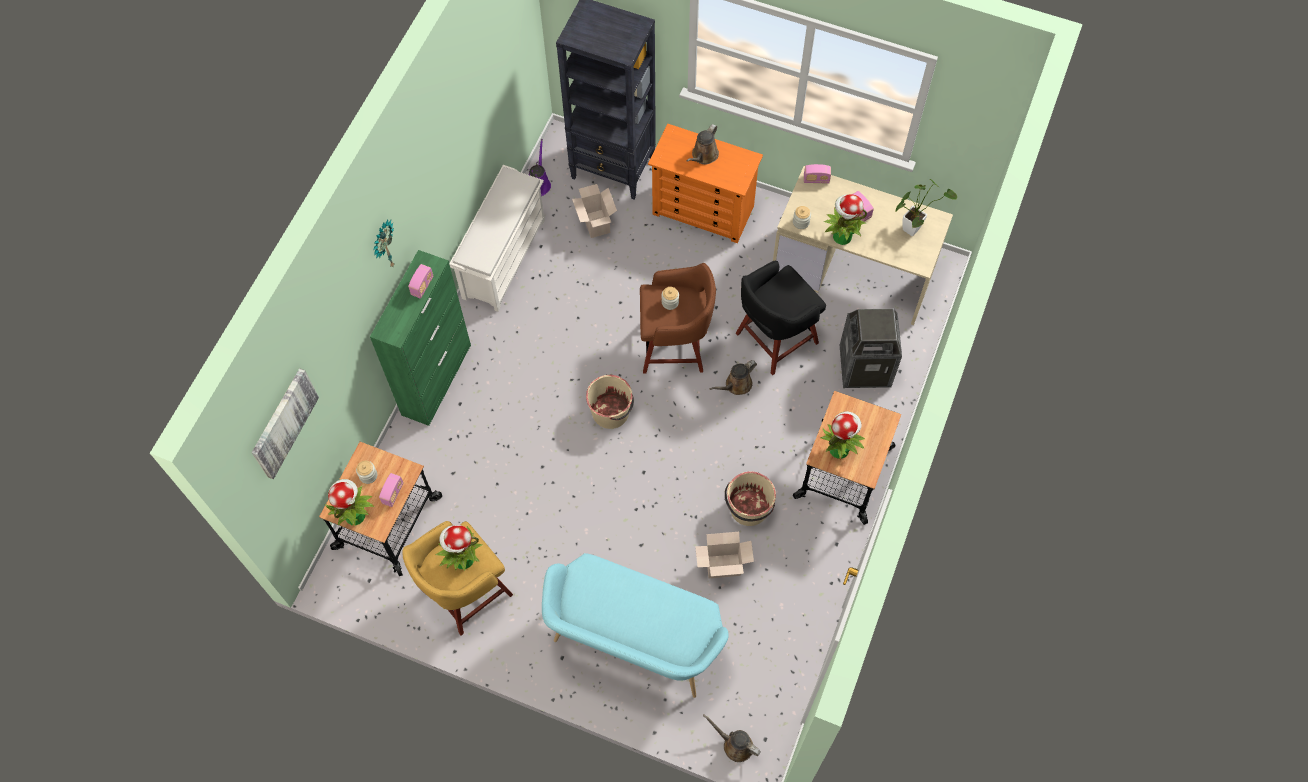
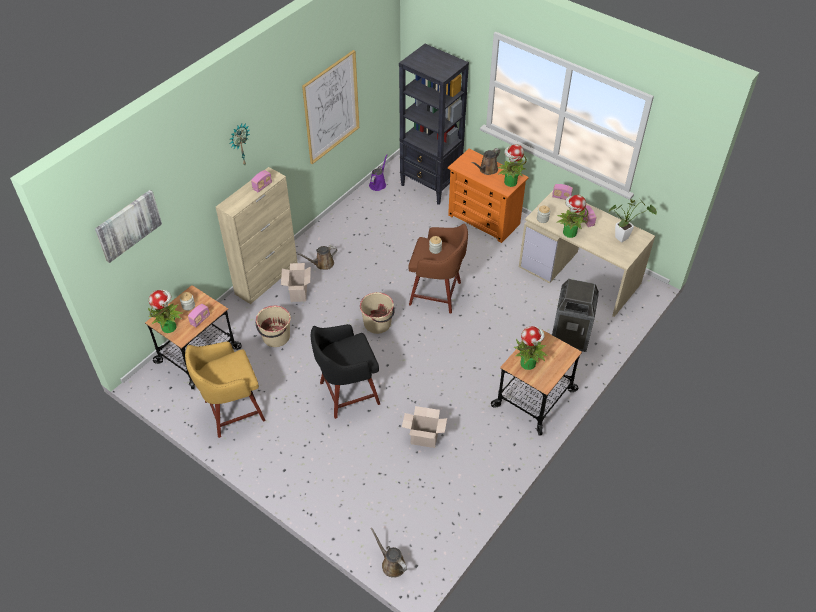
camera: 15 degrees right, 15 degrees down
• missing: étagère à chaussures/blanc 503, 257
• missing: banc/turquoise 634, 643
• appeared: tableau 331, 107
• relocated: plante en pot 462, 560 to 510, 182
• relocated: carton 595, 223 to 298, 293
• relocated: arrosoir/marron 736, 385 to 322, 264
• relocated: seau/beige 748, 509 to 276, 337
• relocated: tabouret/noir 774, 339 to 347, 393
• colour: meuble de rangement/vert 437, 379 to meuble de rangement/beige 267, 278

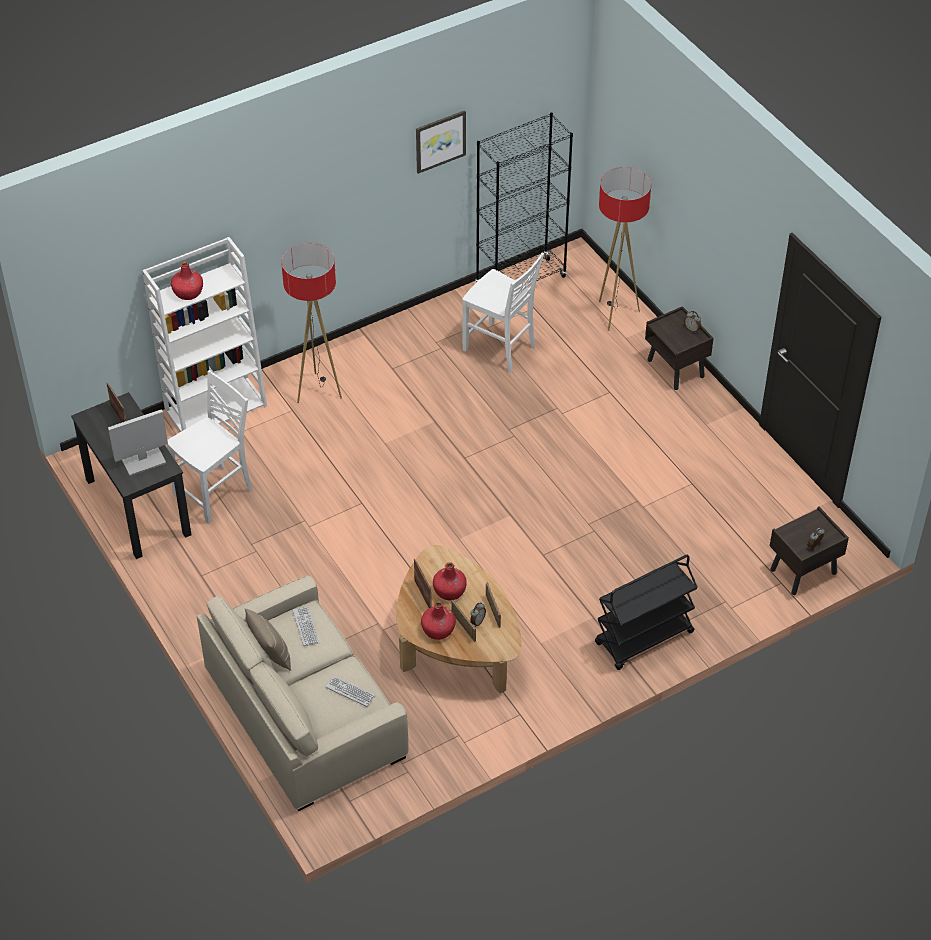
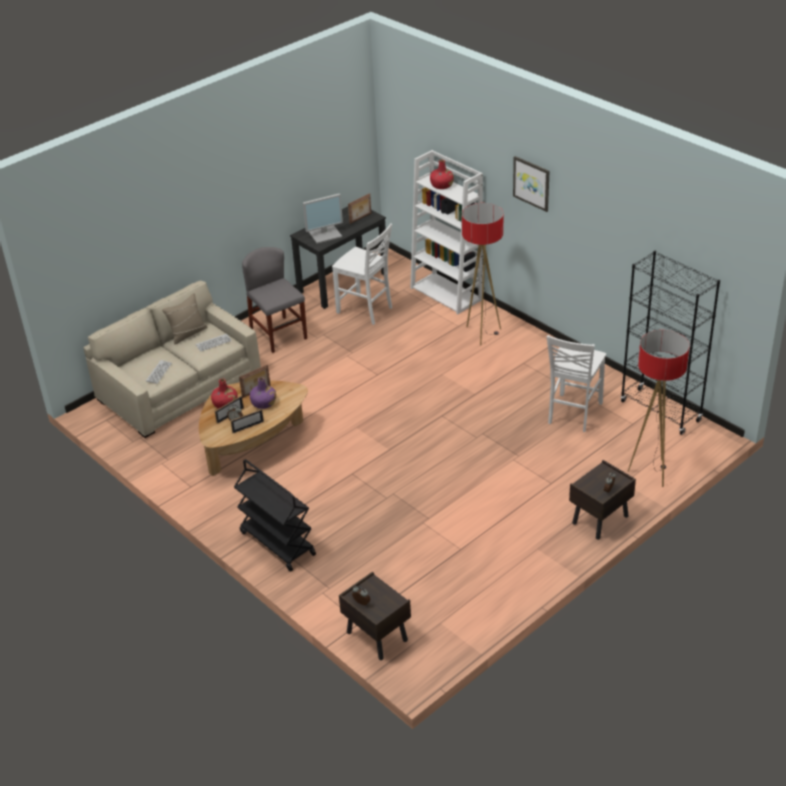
camera: 80 degrees right, 10 degrees down
• appeared: chaise/gris 278, 335
• relocated: tableau 440, 141 to 531, 183
• colour: bouteille/rouge 450, 590 to bouteille/violet 263, 403
• spun: écran d'ordinateur 141, 459 = 325, 234 105 degrees clockwise

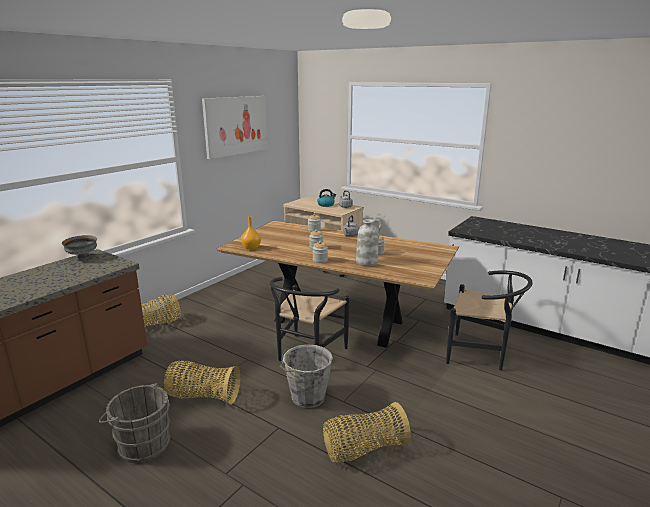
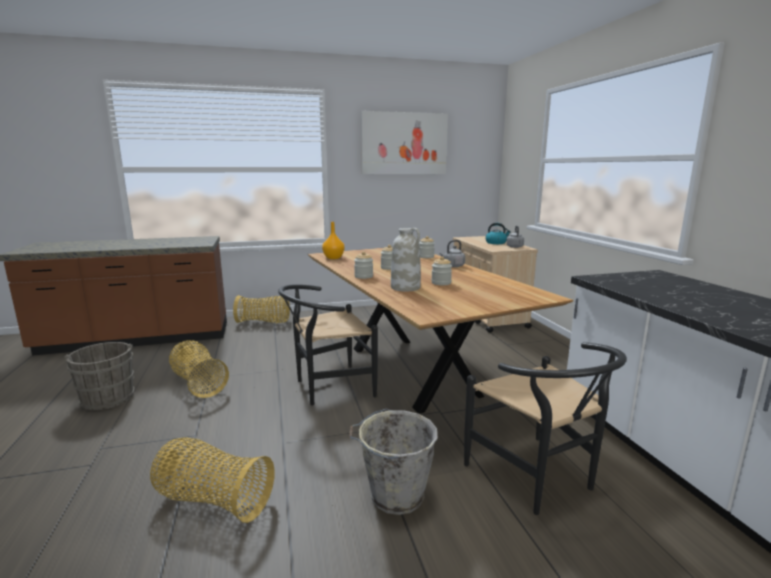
camera: 40 degrees right, 5 degrees down
• missing: bol/gris 83, 257
• relocated: seau/gris 307, 398 to 394, 495

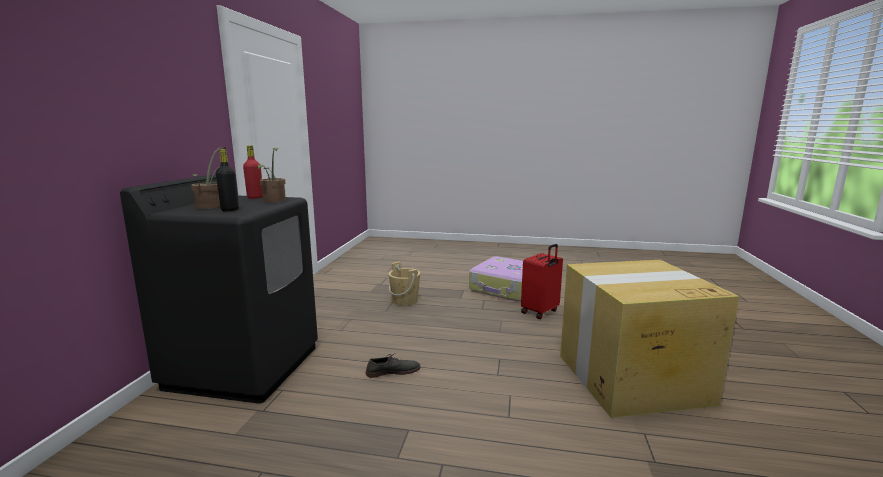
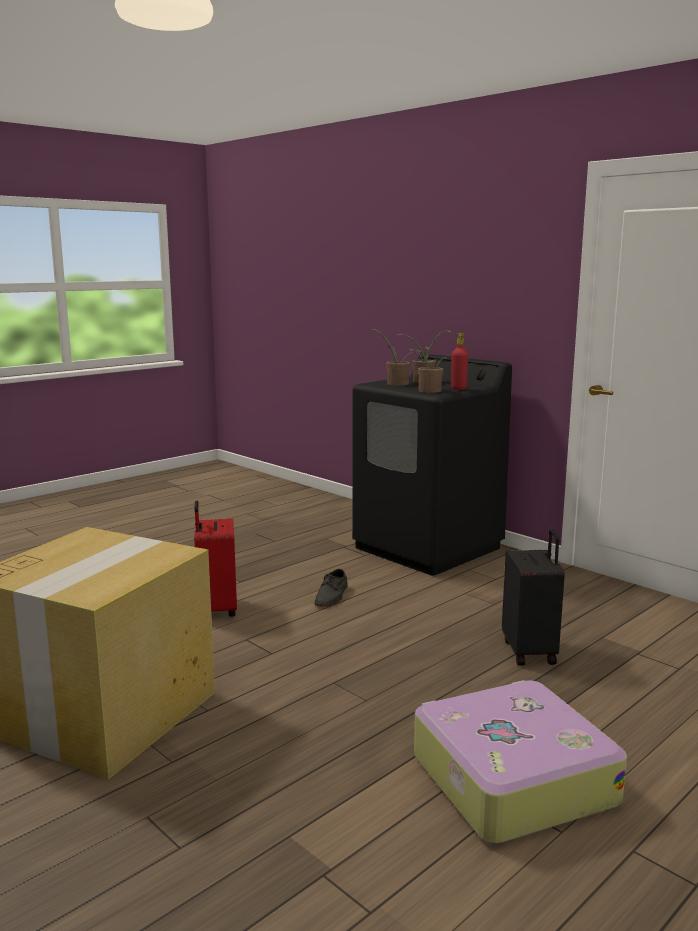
camera: 125 degrees right, 0 degrees up
• relocated: valise/rouge 540, 312 to 216, 609
• exchanged: bouteille/noir 230, 210 to plante en pot 394, 383
• exchanged: seau/beige 405, 301 to valise/noir 530, 652

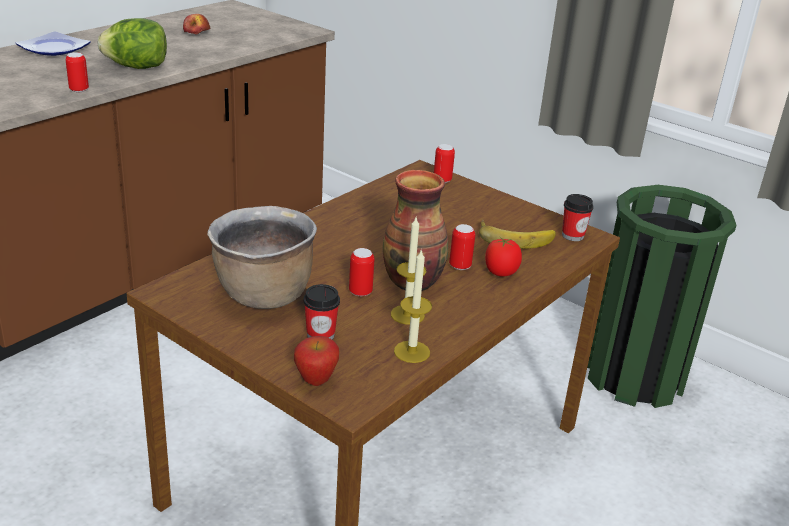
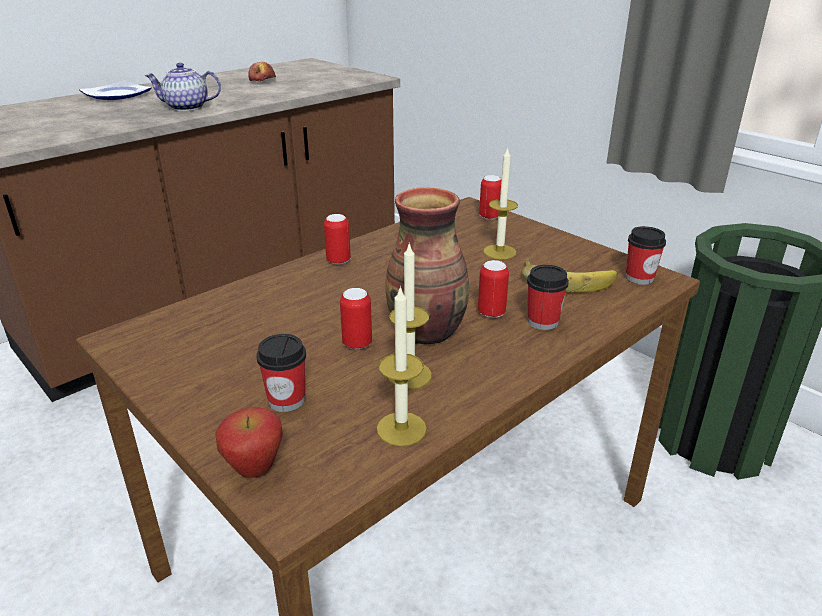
camera: 10 degrees right, 0 degrees up
• missing: marmite/marron 263, 295
• appeared: bougie 499, 252
• relocated: boîte métallique 79, 90 to 338, 261
• exchanged: laitue 137, 67 to théière 186, 108
• exchanged: tomate 501, 272 to tasse 543, 322

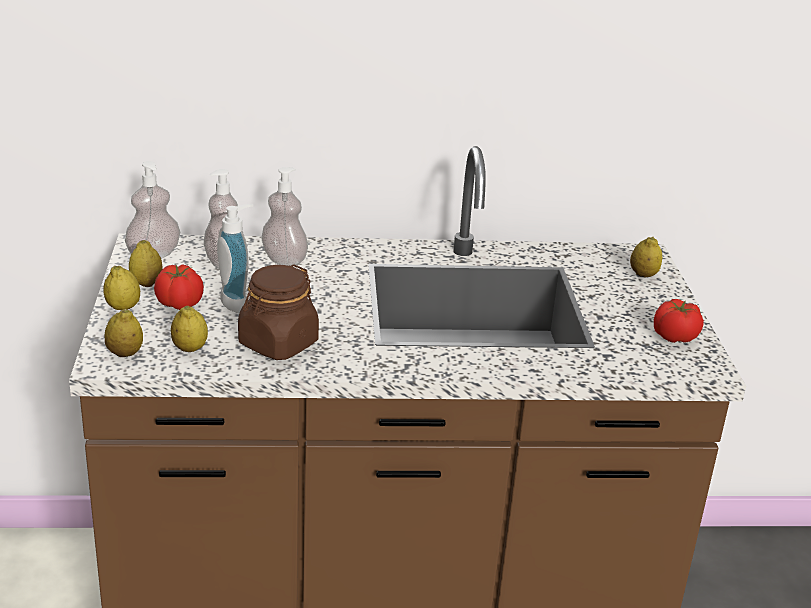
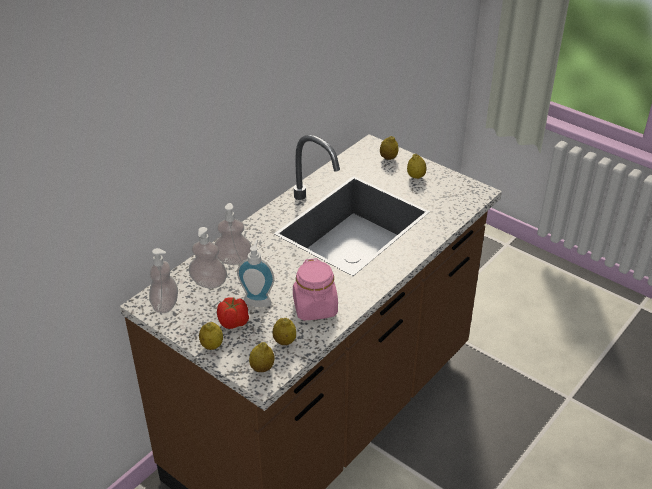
camera: 45 degrees left, 10 degrees up
• missing: tomate 674, 337
• relocated: citron 146, 283 to 416, 176
• colour: bocal/marron 278, 344 to bocal/rose 315, 307

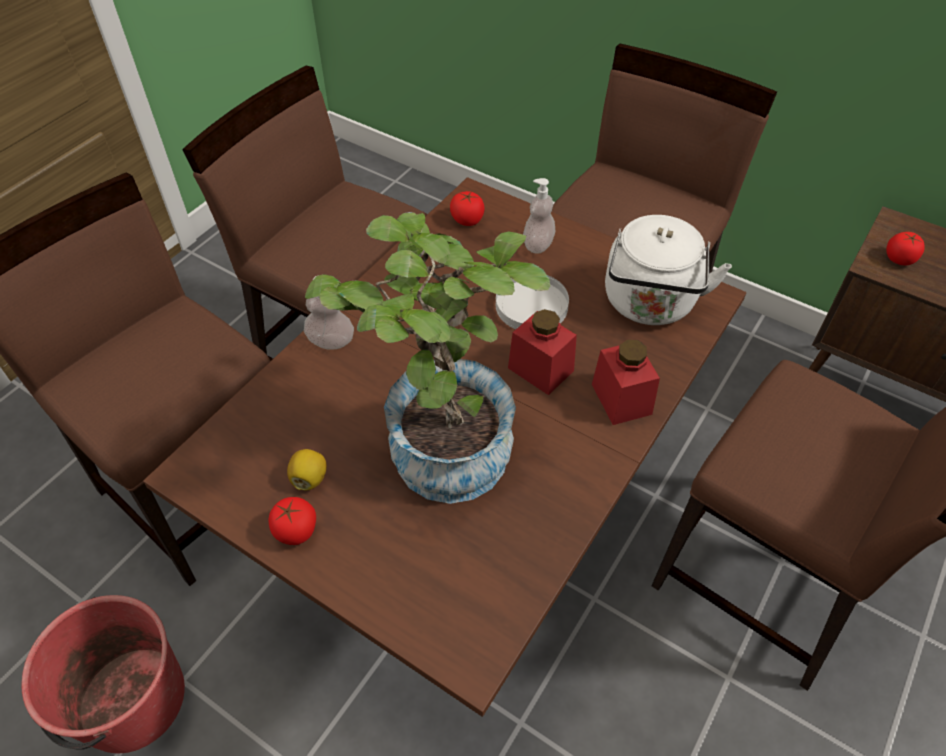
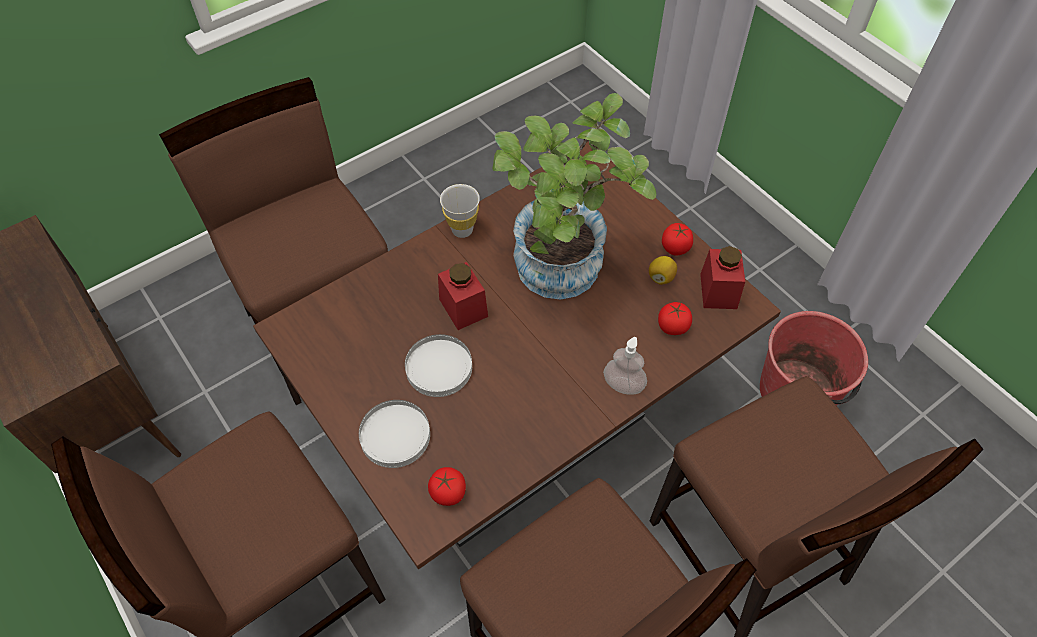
camera: 160 degrees left, 5 degrees up
• missing: bouilloire/blanc 649, 305
• appeared: tasse/blanc 462, 230
• relocated: bocal/rouge 621, 399 to 718, 291
• relocated: tomate 899, 259 to 672, 326
• exchanged: distributeur de savon 538, 244 to assiette/blanc 395, 435

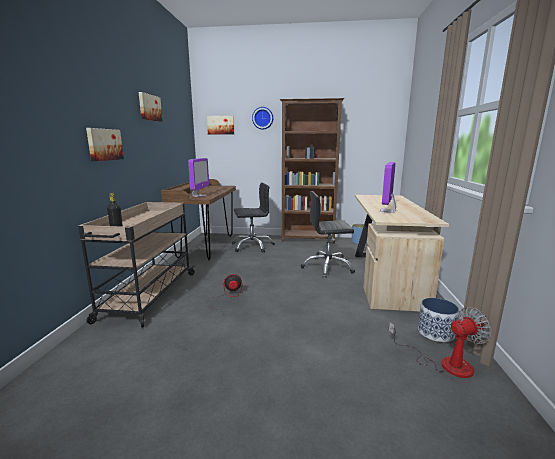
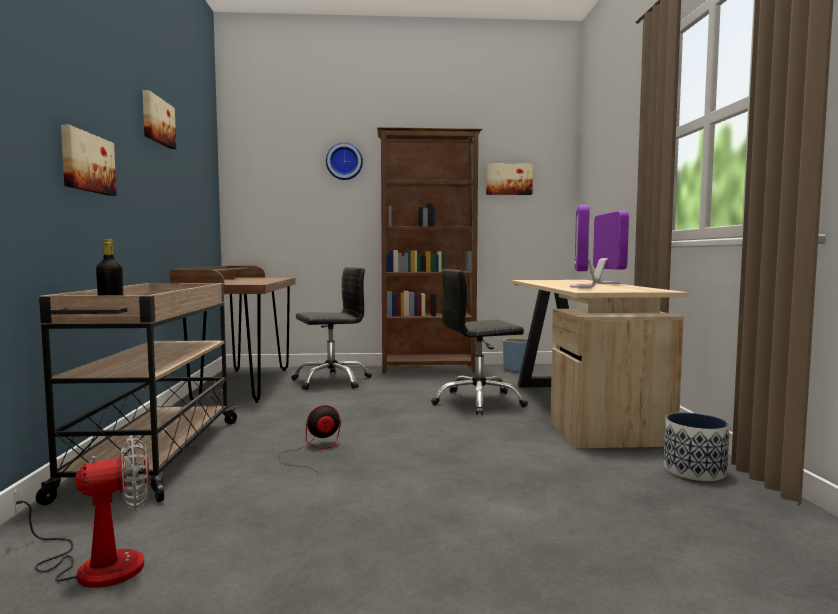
camera: 10 degrees left, 10 degrees down
• relocated: écran d'ordinateur 199, 196 to 606, 283
• relocated: tableau 221, 125 to 508, 179
• relocated: ventilateur 444, 363 to 95, 565

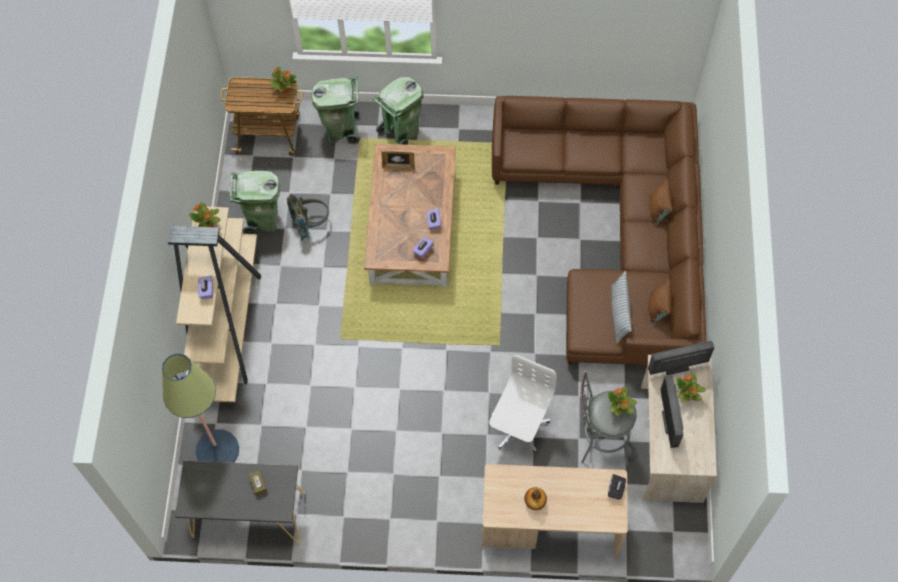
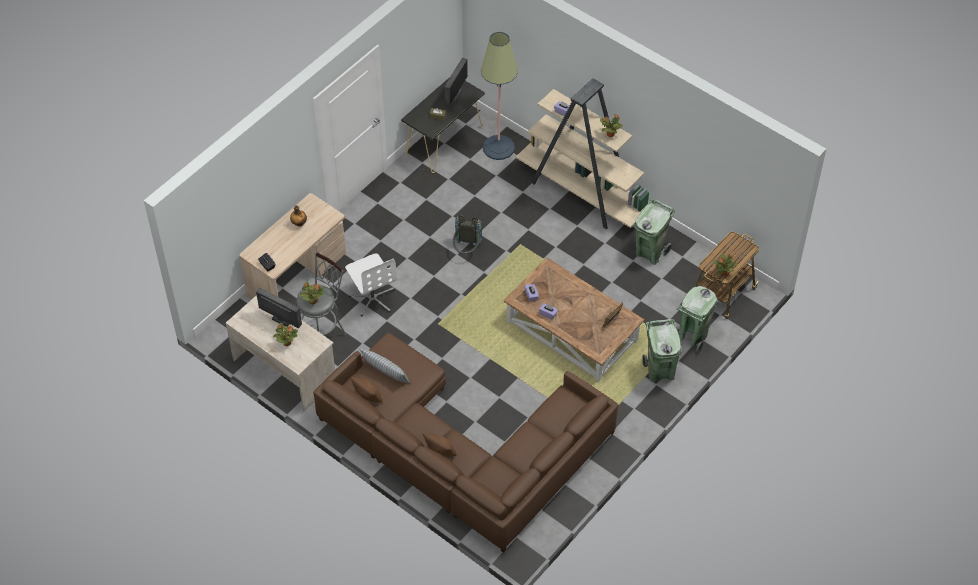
camera: 125 degrees right, 10 degrees down
• relocated: sac à dos/gris 311, 224 to 466, 250
• relocated: écran d'ordinateur 677, 370 to 455, 95

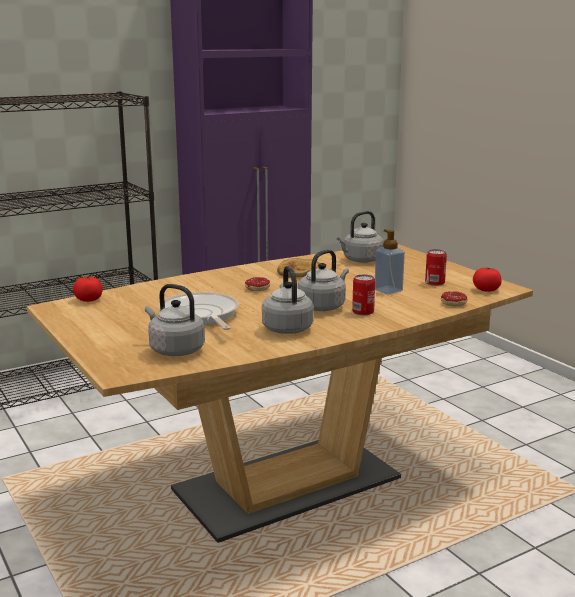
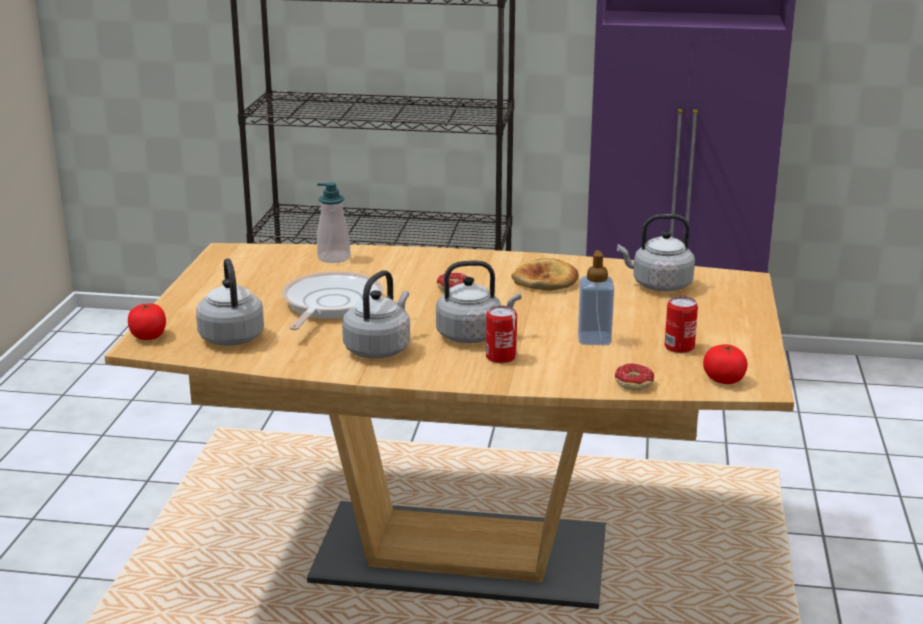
camera: 40 degrees right, 5 degrees up
• appeared: distributeur de savon 334, 258
• relocated: tomate 89, 300 to 148, 336

